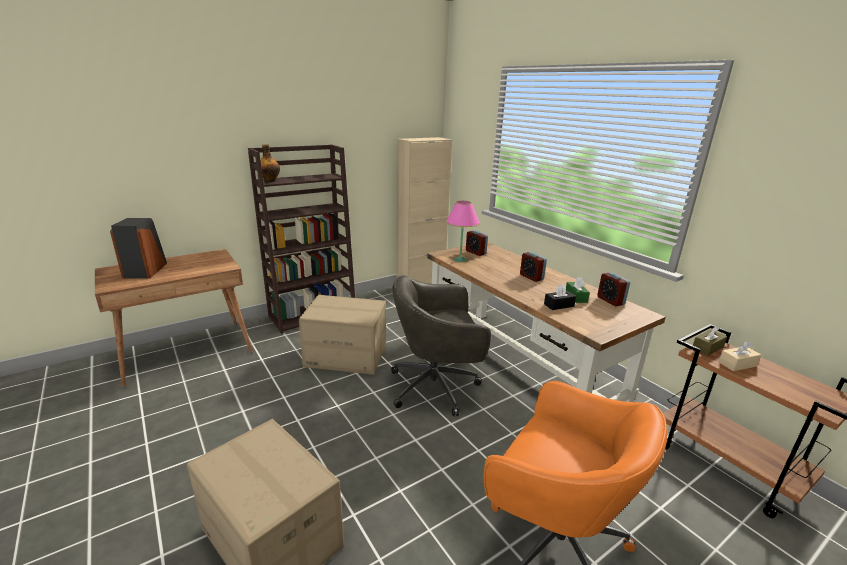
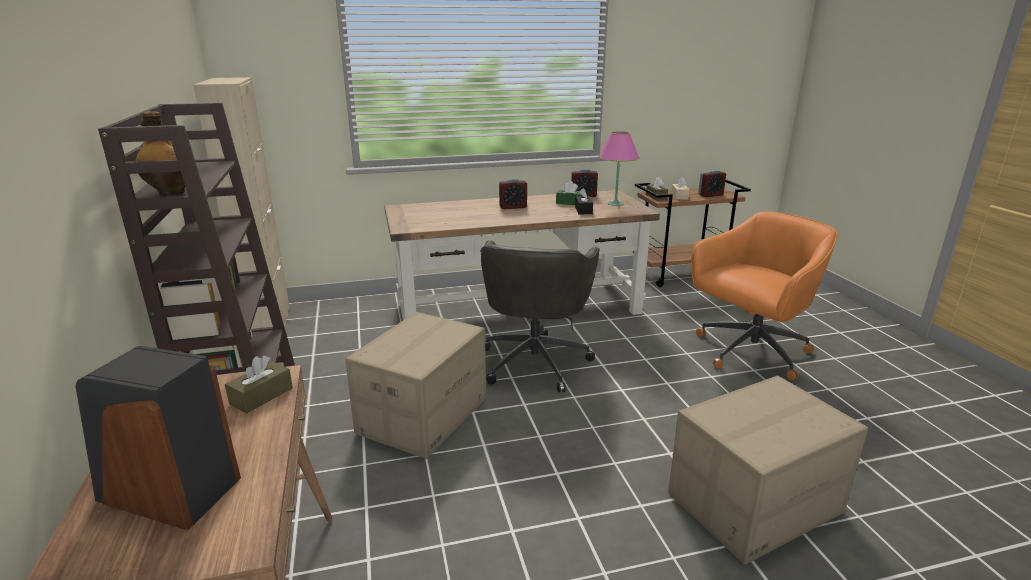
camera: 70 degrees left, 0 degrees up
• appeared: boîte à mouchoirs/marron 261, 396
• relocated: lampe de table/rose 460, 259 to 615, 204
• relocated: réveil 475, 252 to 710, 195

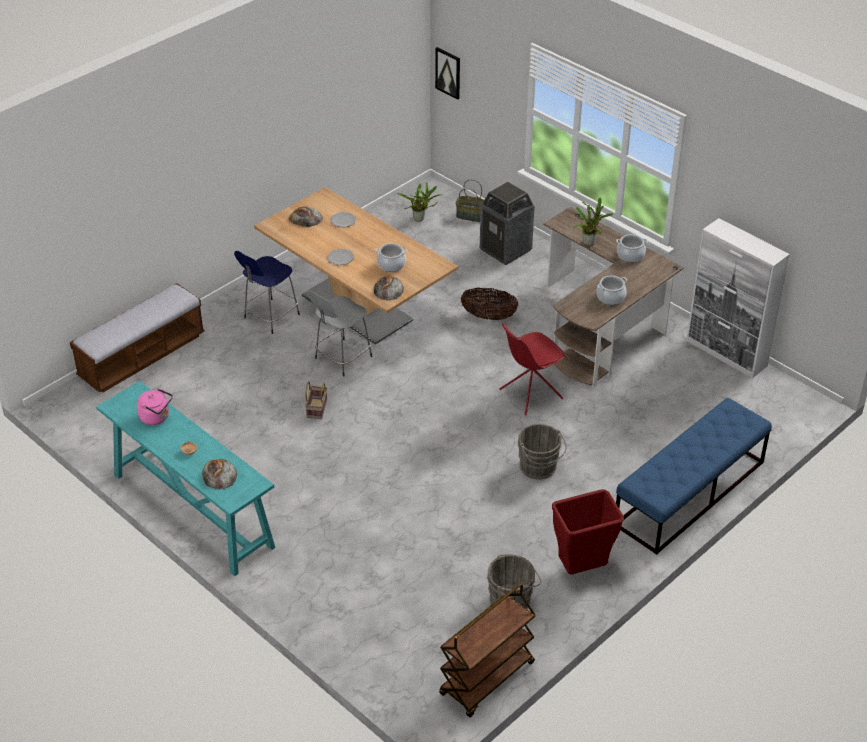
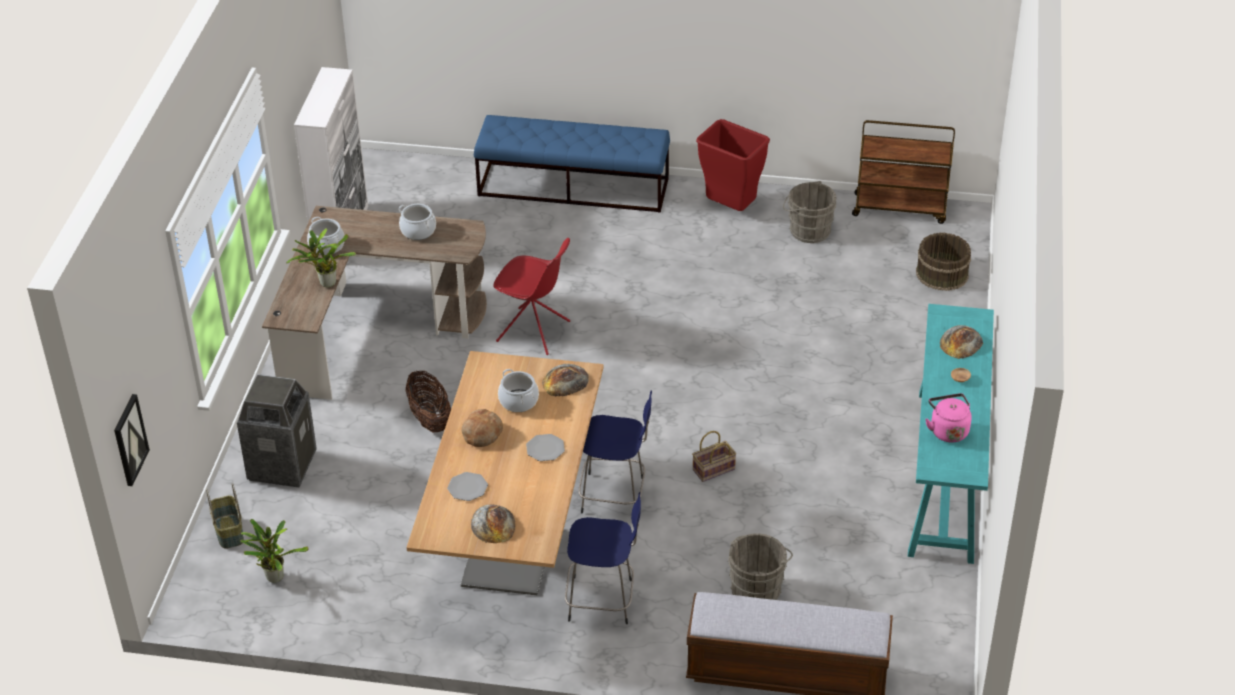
camera: 125 degrees left, 0 degrees up
• appeared: pain 482, 433
• appeared: seau/marron 941, 274
• relocated: seau/gris 539, 468 to 757, 588
• colour: tabouret/gris 342, 358 to tabouret/bleu 615, 495

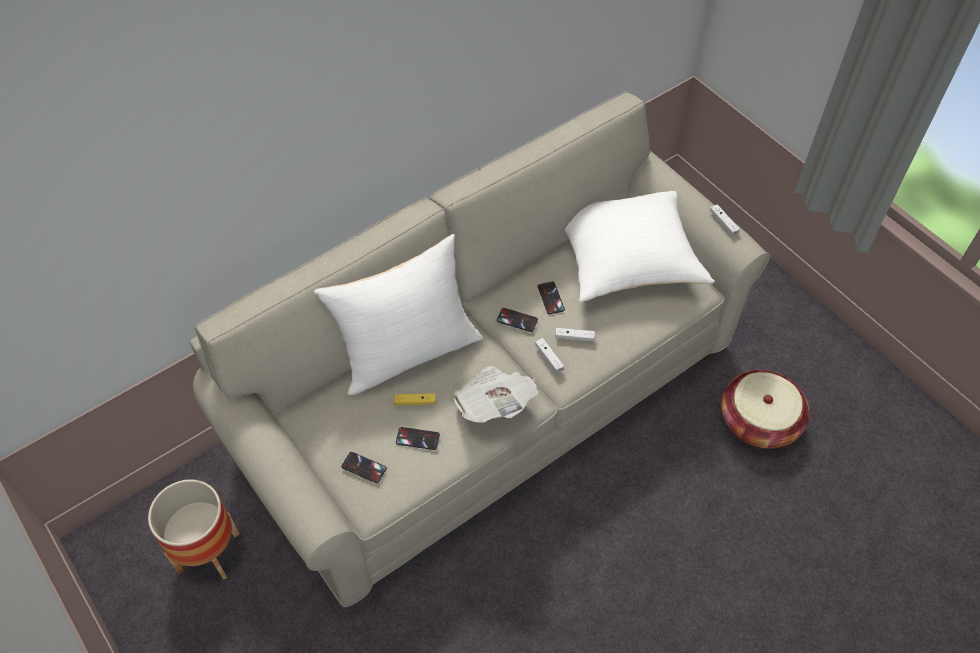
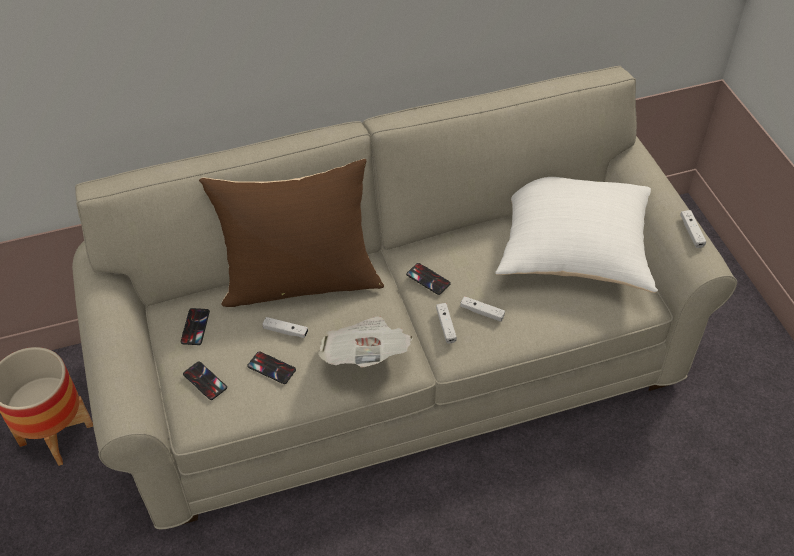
camera: 20 degrees right, 5 degrees down
• missing: panier 759, 421
• relocated: téléphone 550, 298 to 195, 327
• colour: coussin/blanc 408, 352 to coussin/marron 301, 280
• colour: manette/jaune 415, 402 to manette/blanc 285, 331

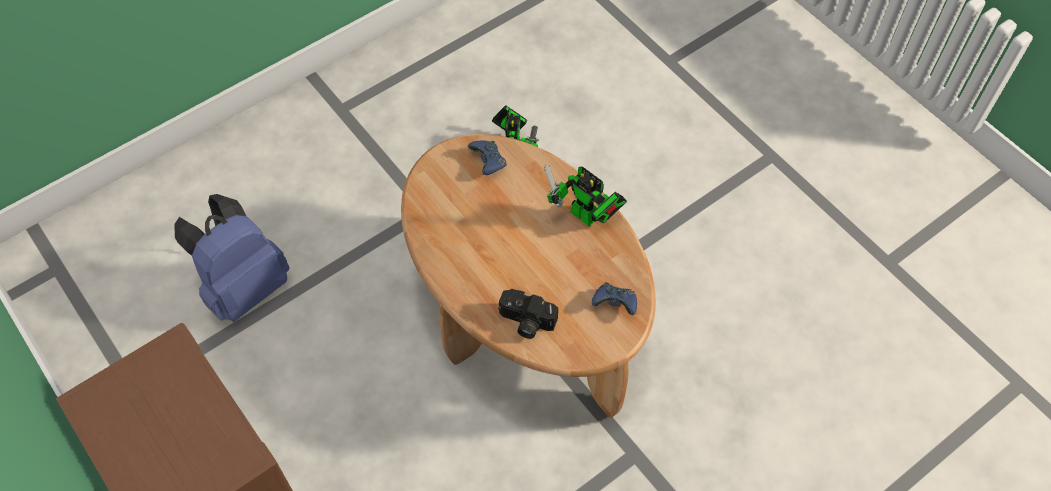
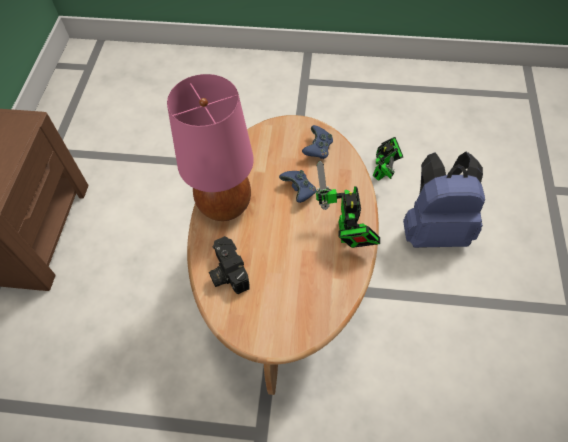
camera: 45 degrees right, 0 degrees up
• appeared: lampe de table/rose 224, 204
• relocated: sac à dos/bleu 244, 287 to 434, 229
• relocated: manette/bleu 615, 304 to 299, 191

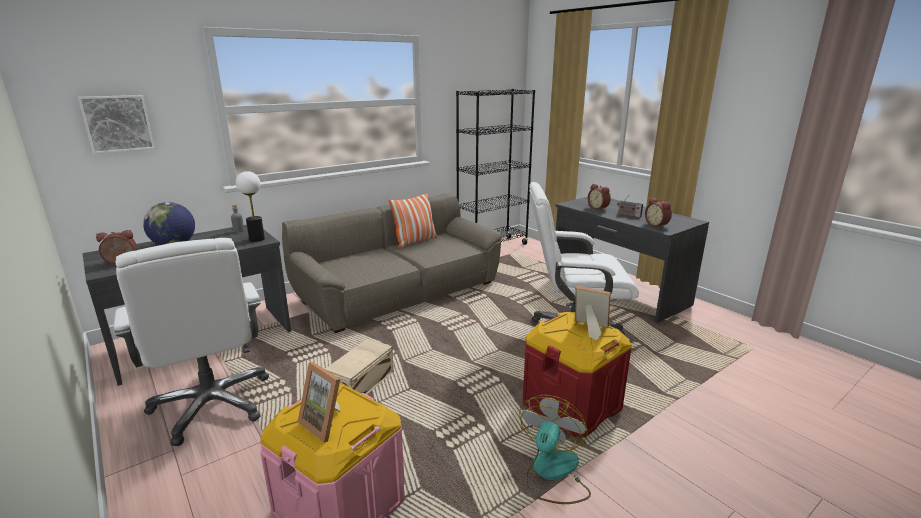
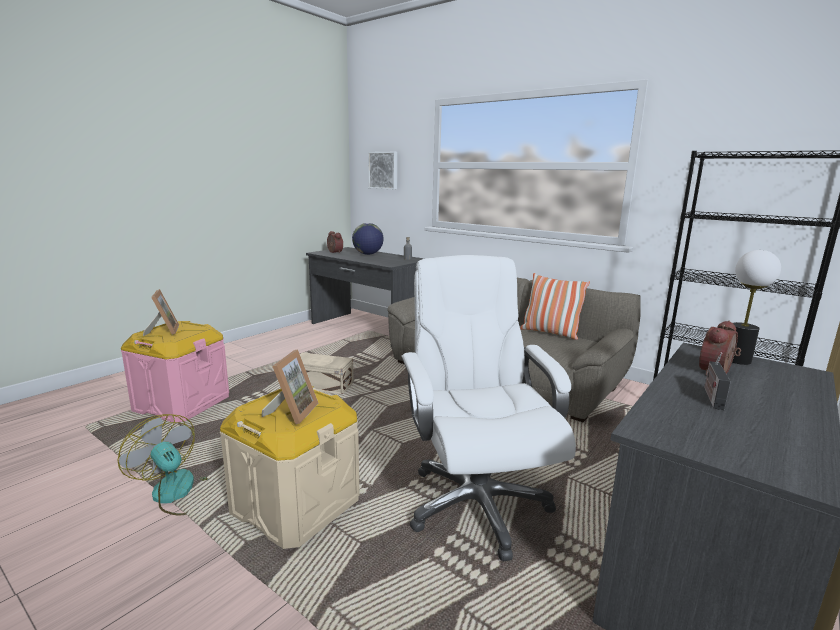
camera: 75 degrees right, 5 degrees down
• missing: chaise de bureau/blanc 212, 405
• missing: réveil 657, 225
• relocated: lampe de table 257, 239 to 737, 360
• colour: boîte de rangement/rouge 571, 405 to boîte de rangement/beige 295, 504
• spun: cadre photo 326, 423 = 163, 331 135 degrees clockwise
• spun: ventilateur 552, 474 = 180, 493 150 degrees counterclockwise

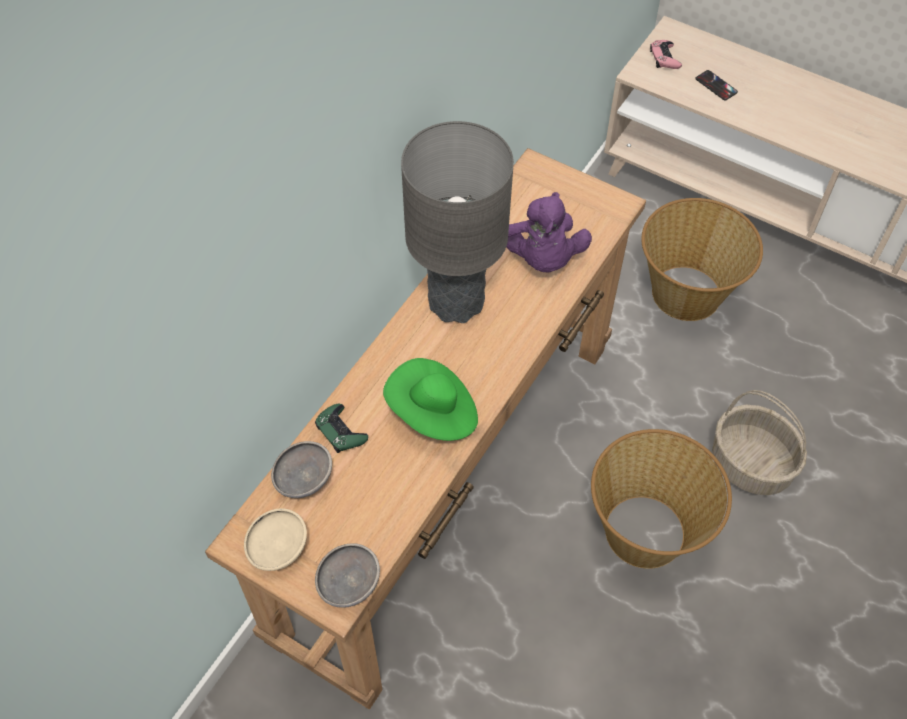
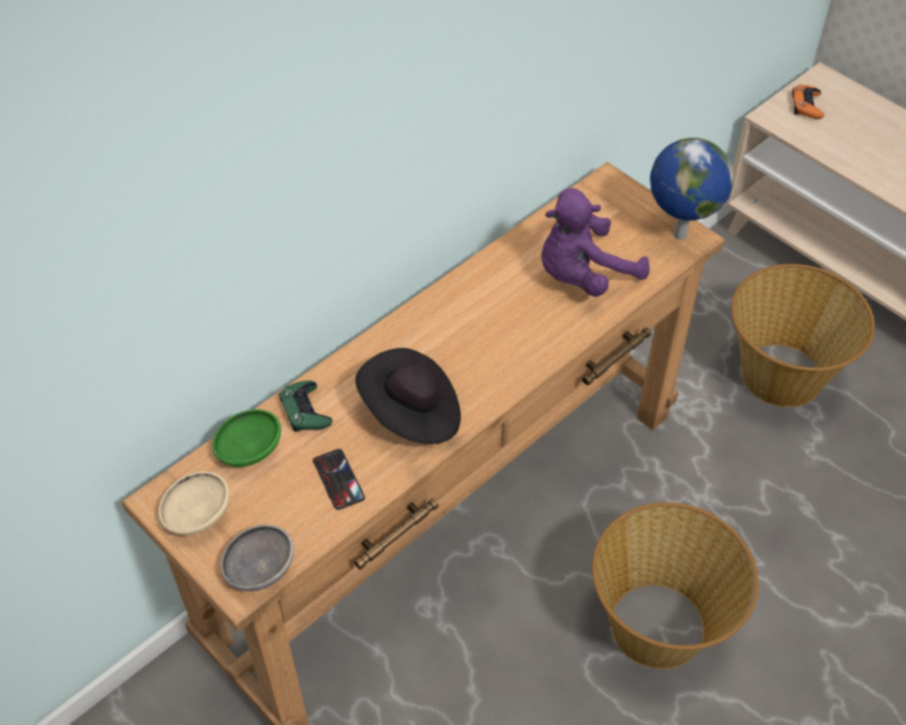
camera: 15 degrees right, 5 degrees down
• missing: lampe de table/gris 456, 302
• missing: panier 751, 464
• appeared: globe 678, 235
• relocated: téléphone 716, 85 to 338, 479
• colour: bol/gris 303, 479 to bol/vert 248, 450
• colour: chapeau/vert 433, 414 to chapeau/noir 411, 414
• colour: manette/rose 664, 58 to manette/orange 806, 106
• spun: peluche/violet 539, 257 = 583, 275 60 degrees clockwise

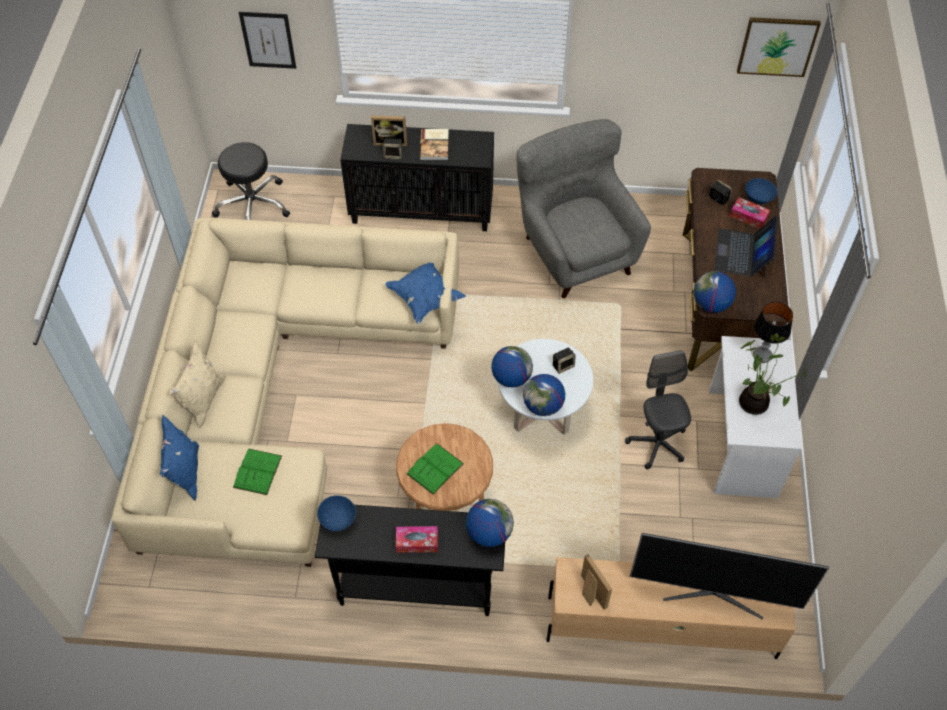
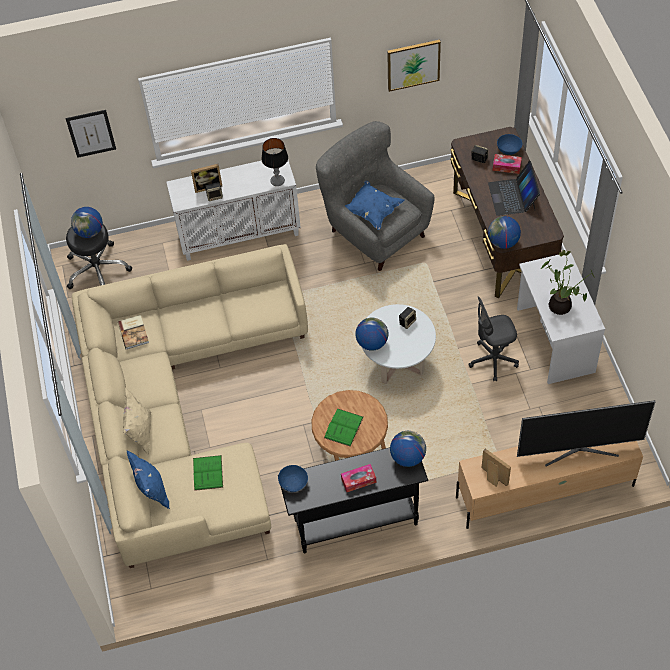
camera: 15 degrees left, 0 degrees up
• relocated: coussin/bleu 425, 298 to 372, 211
• relocated: livre 435, 145 to 134, 332
• relocated: globe 543, 406 to 89, 232
• relocated: tableau 777, 46 to 413, 64
• relocated: lampe de table 762, 355 to 277, 181
• colour: meuble de rangement/noir 422, 211 to meuble de rangement/blanc 240, 234
• spun: chaise de bureau/gris 657, 443 = 493, 360 75 degrees counterclockwise

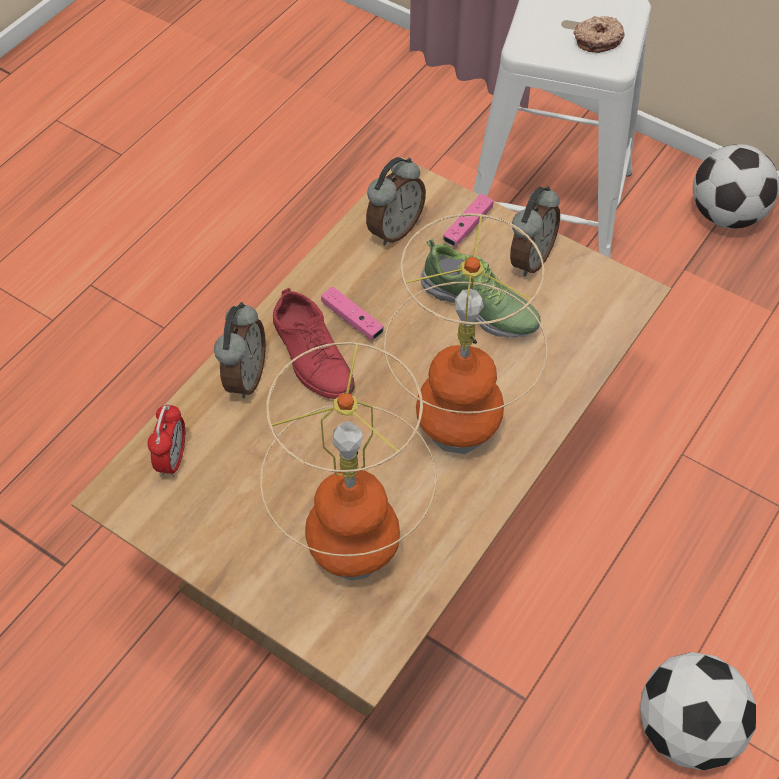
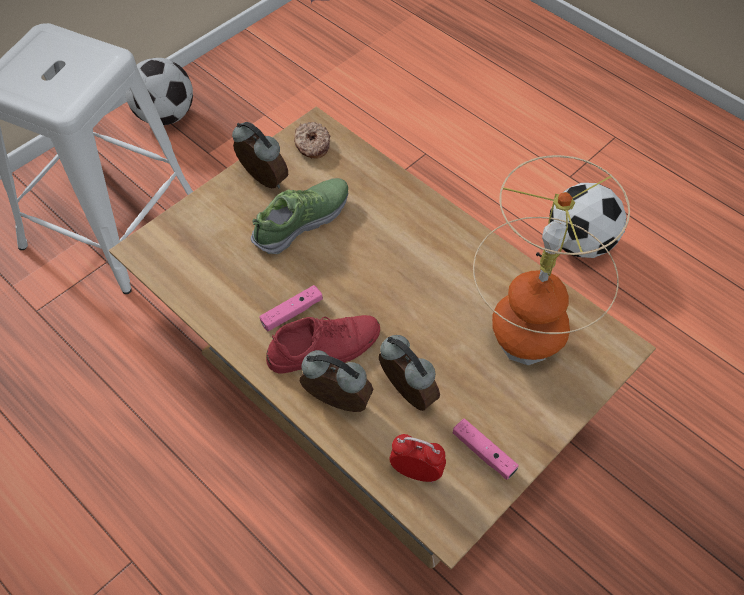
camera: 80 degrees left, 0 degrees up
• missing: lampe de table 458, 429
• relocated: réveil 394, 229 to 405, 395
• relocated: manette/rose 467, 226 to 484, 453
• relocated: beignet 597, 40 to 311, 145

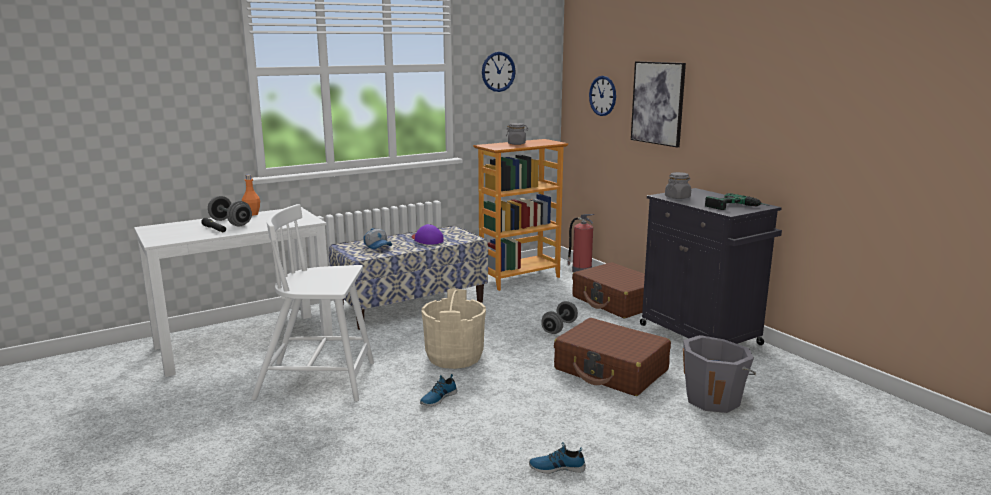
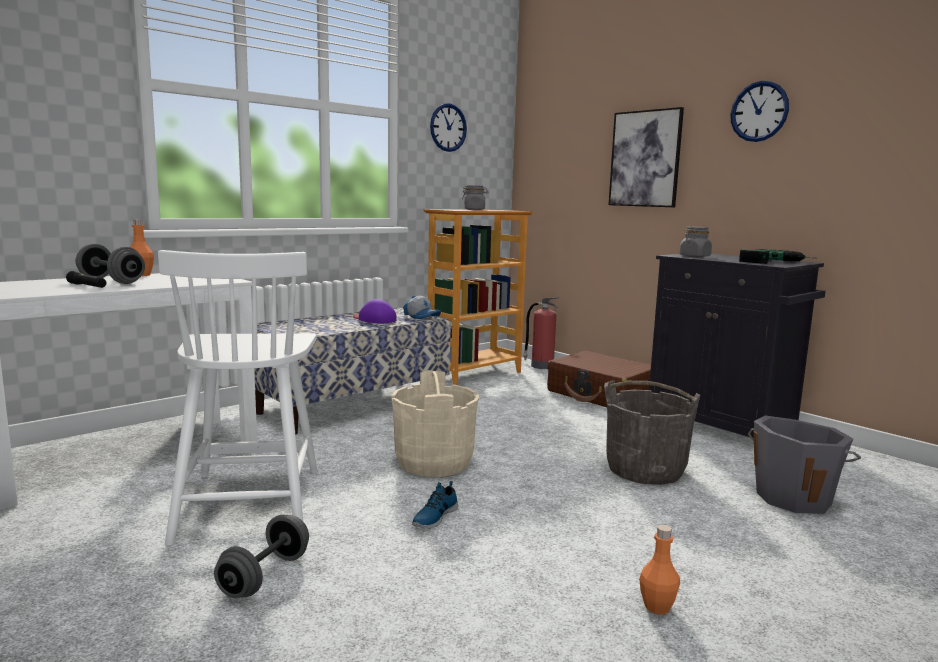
camera: 10 degrees left, 5 degrees down
• relocated: casquette 378, 246 to 422, 316
• relocated: haltère/gris 559, 327 to 265, 576
• relocated: horloge murale 602, 95 to 759, 111
• exchanged: chaussure 557, 467 to bouteille/orange 657, 607
• exchanged: valise/marron 611, 370 to seau/gris 645, 469
• spun: chaise/blanc 318, 381 = 249, 502 90 degrees counterclockwise

